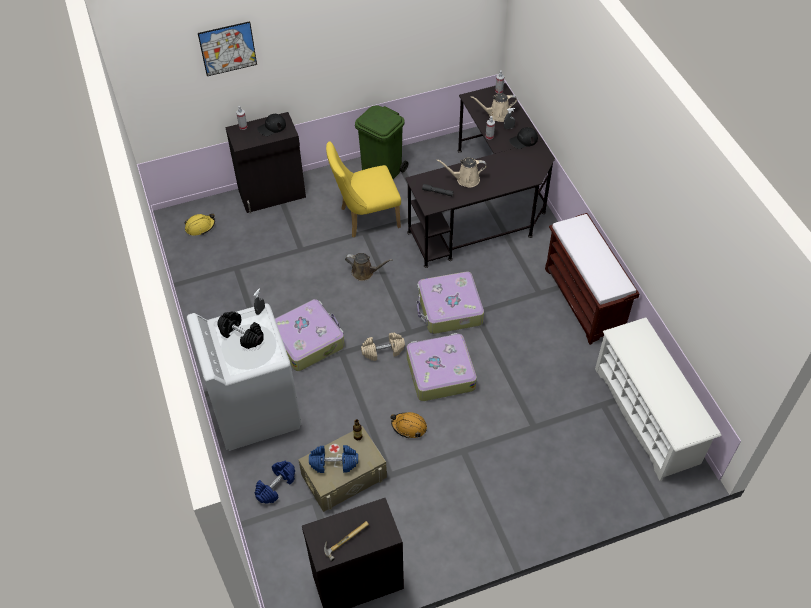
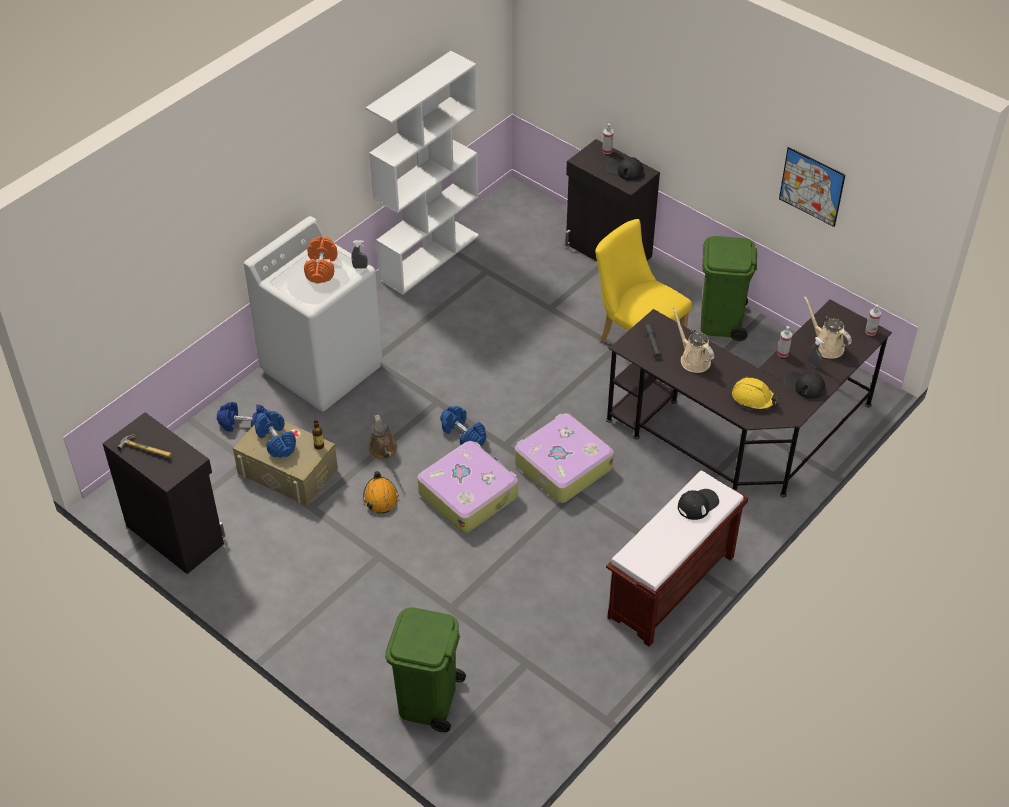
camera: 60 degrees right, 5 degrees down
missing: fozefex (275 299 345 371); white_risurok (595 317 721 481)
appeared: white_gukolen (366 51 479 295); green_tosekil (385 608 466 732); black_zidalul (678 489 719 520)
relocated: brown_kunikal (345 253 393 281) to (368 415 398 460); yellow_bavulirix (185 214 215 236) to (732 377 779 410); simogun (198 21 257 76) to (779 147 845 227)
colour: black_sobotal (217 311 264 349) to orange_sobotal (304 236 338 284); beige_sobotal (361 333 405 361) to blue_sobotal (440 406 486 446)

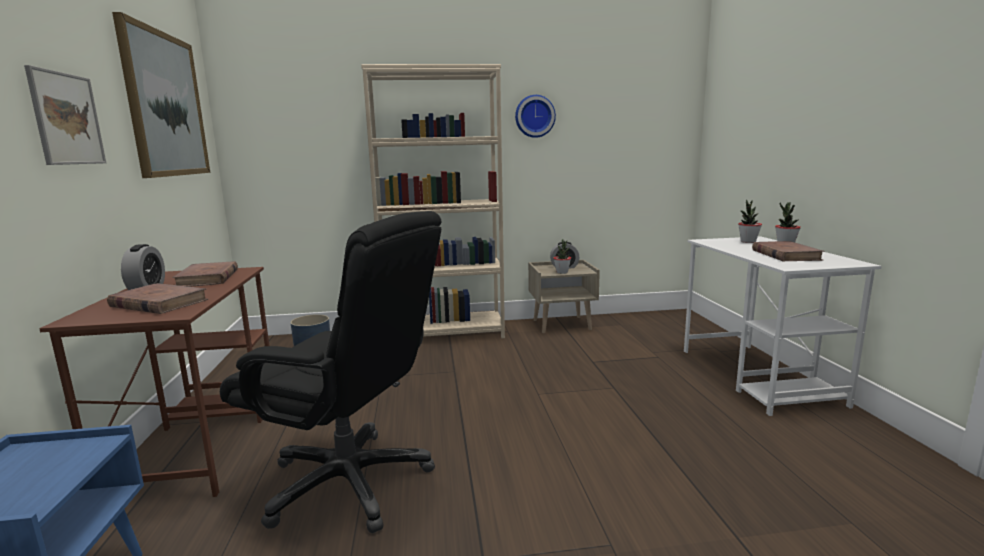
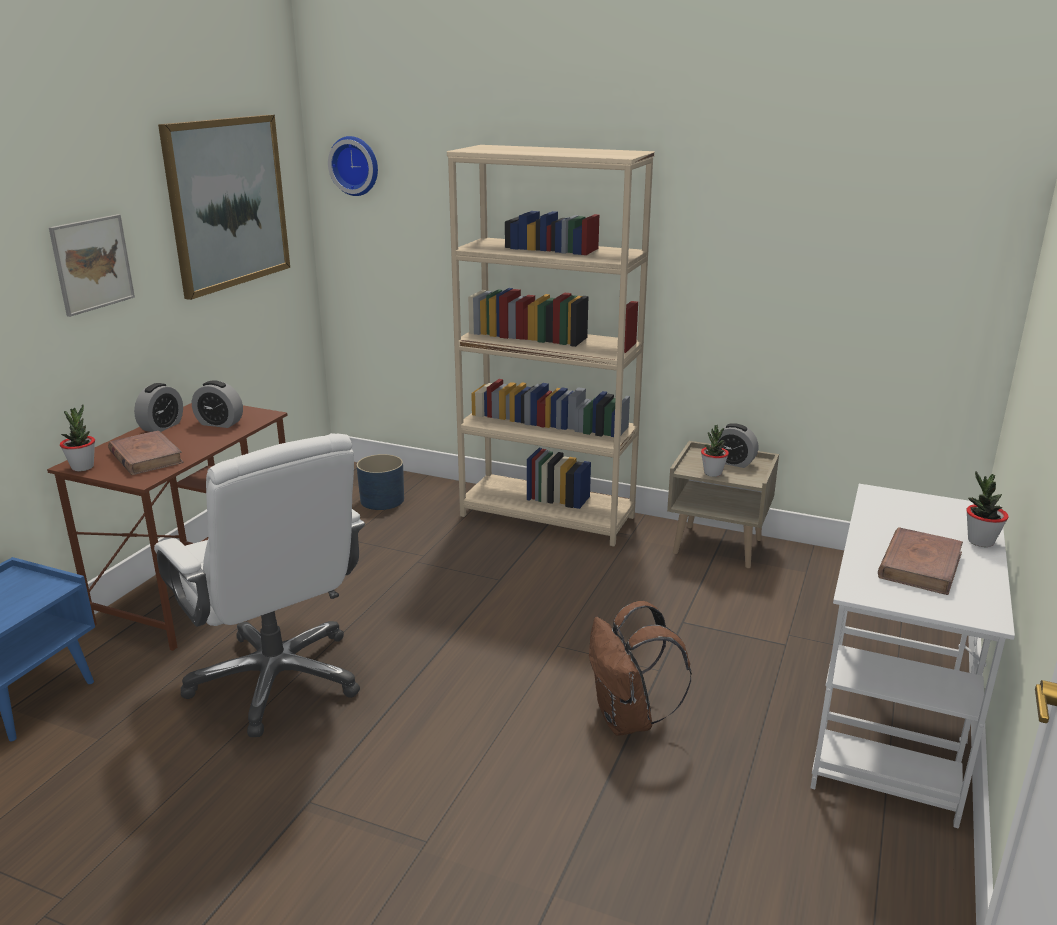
camera: 30 degrees right, 10 degrees up
appeared: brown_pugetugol (589 601 692 736)
relocated: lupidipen (738 200 762 243) to (60 404 95 471); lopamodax (515 95 556 138) to (328 136 378 196)
exchanged: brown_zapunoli (172 261 238 287) to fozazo (192 380 243 428)
colour: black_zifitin (220 211 442 533) to white_zifitin (154 434 365 737)

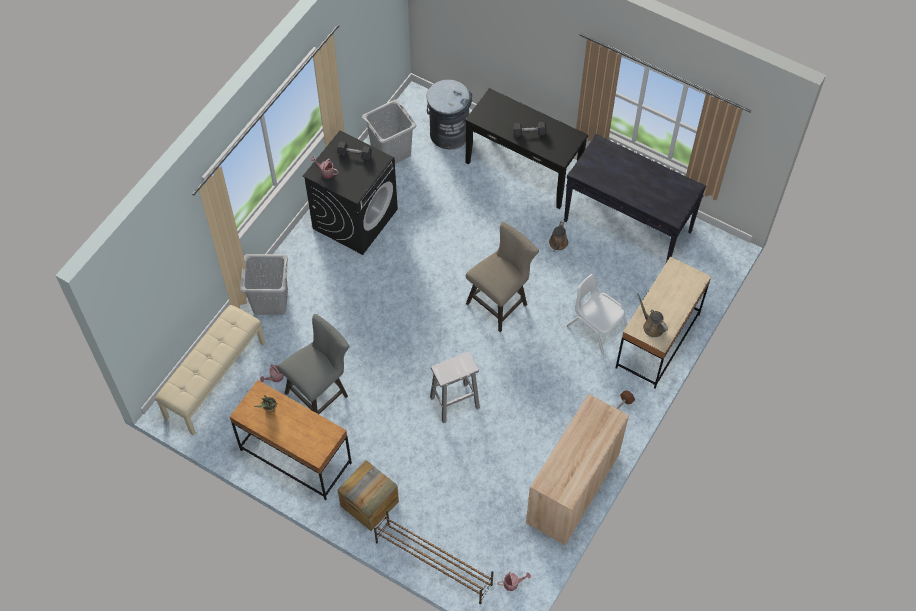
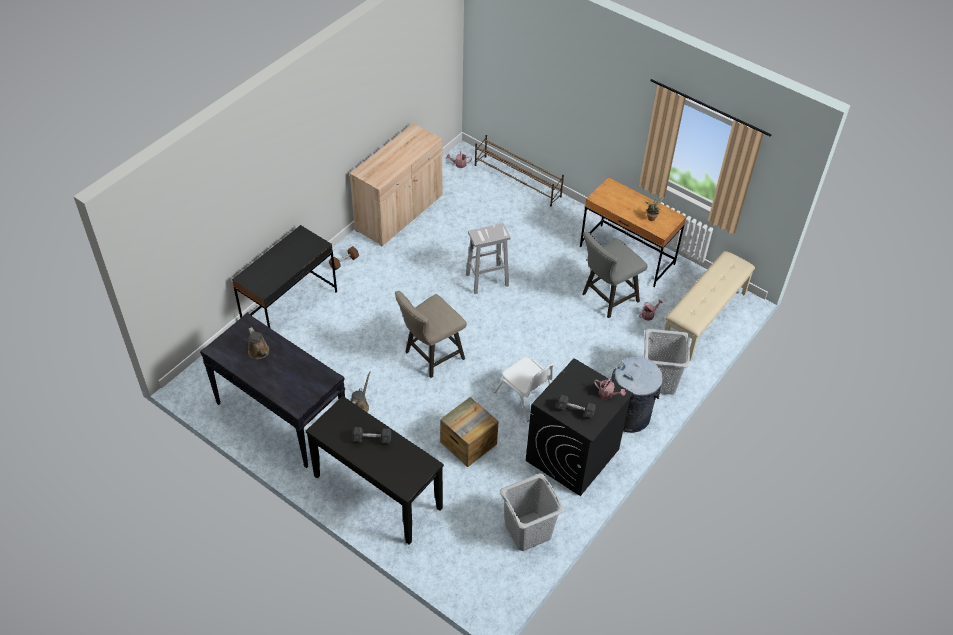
camera: 175 degrees left, 10 degrees down
relocated: brown_kunikal (637 293 668 337) to (248 327 269 359); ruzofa (337 460 399 531) to (440 397 499 467); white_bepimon (567 274 628 355) to (494 357 553 421); grey_tosekil (426 79 473 149) to (611 357 663 433)
colour: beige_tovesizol (616 256 711 389) to black_tovesizol (232 225 337 328)

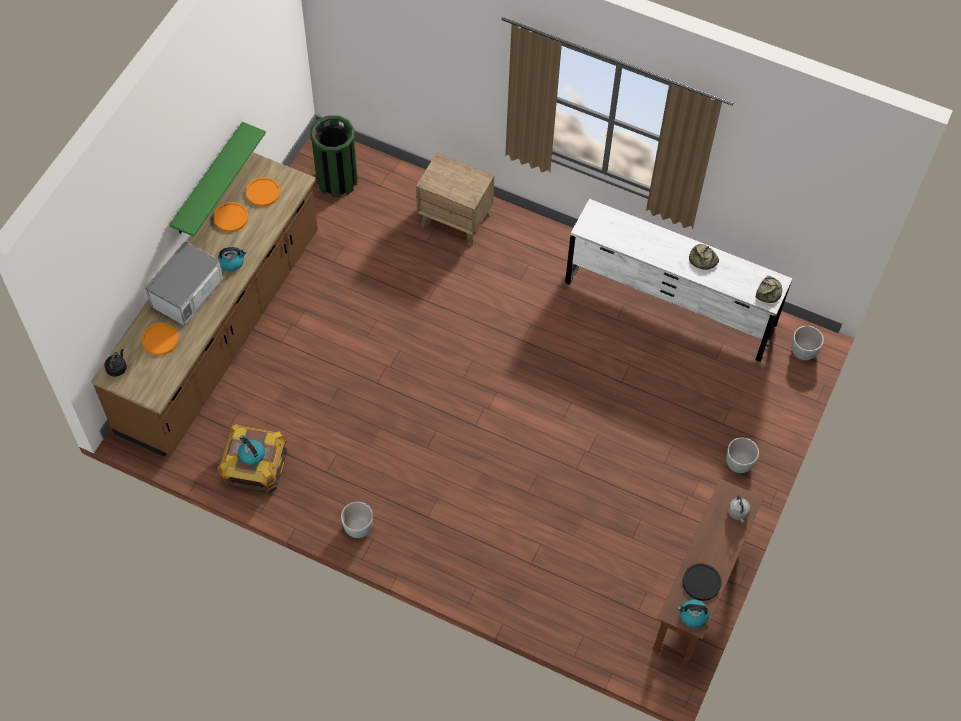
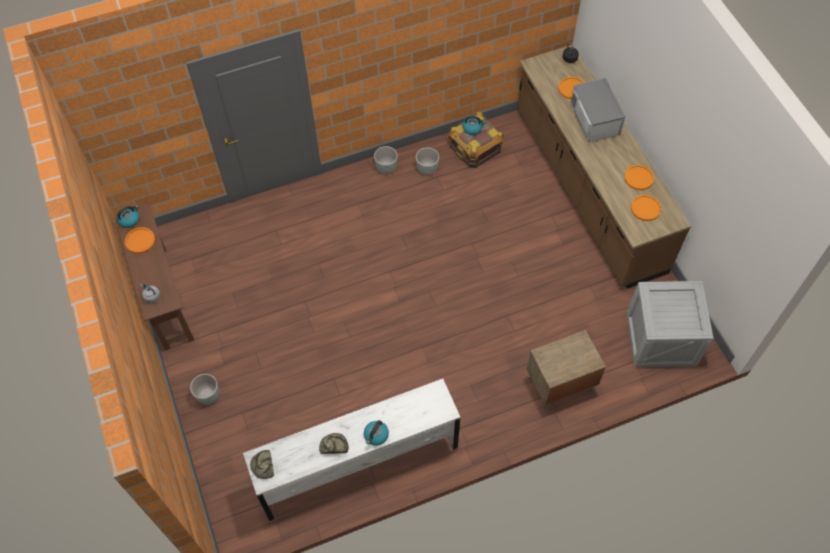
camera: 135 degrees right, 0 degrees up
missing: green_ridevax (169 122 266 237)
relocated: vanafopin (218 247 247 271) to (364 420 389 445); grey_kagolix (792 326 824 360) to (416 147 439 175)
exchanged: green_tosekil (310 115 358 197) to ruzofa (627 281 714 367)
colour: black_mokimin (683 563 721 601) to orange_mokimin (125 227 155 254)

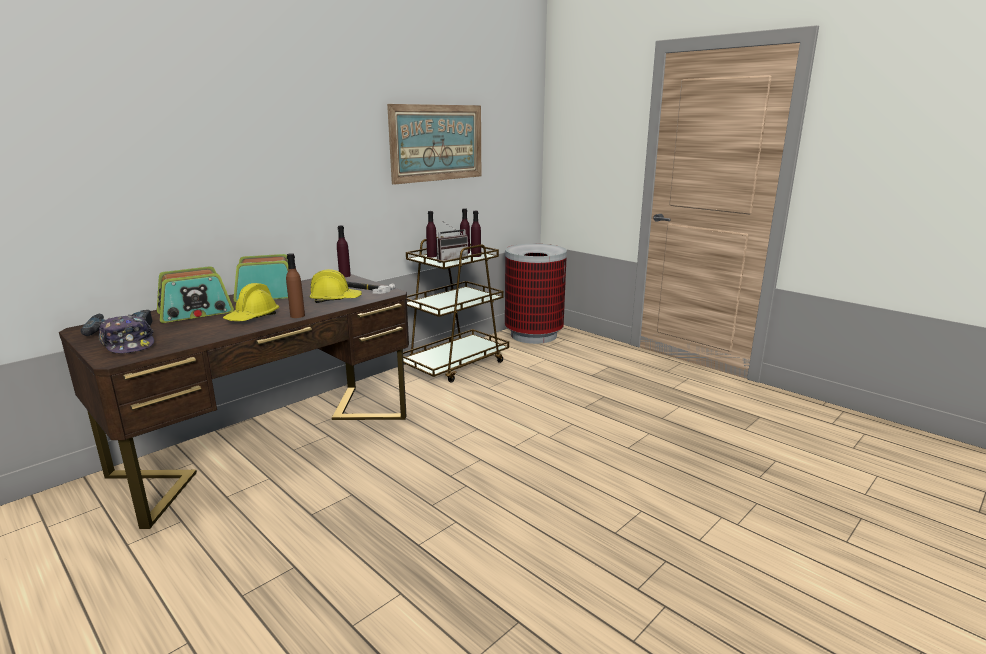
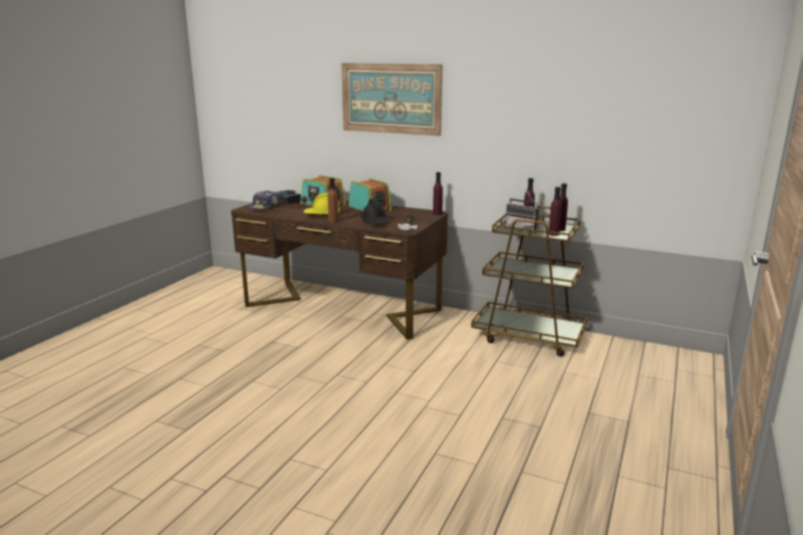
camera: 70 degrees right, 0 degrees up
missing: tosekil (505 244 567 344)
relocated: simogun (387 104 481 185) to (341 63 443 136)
colour: yellow_bavulirix (309 269 362 303) to black_bavulirix (361 198 389 224)

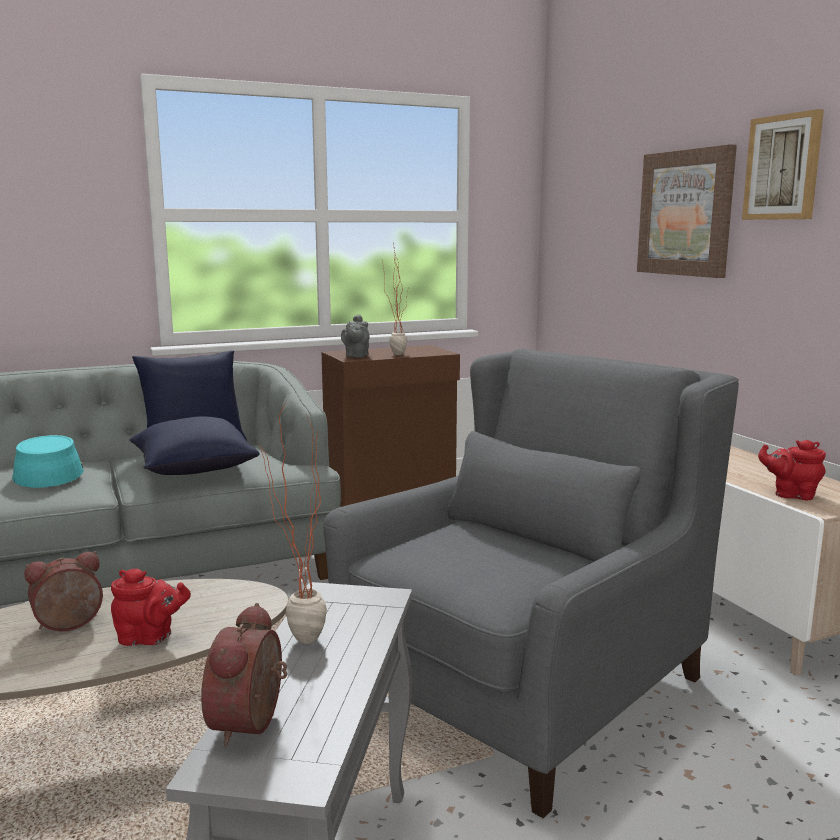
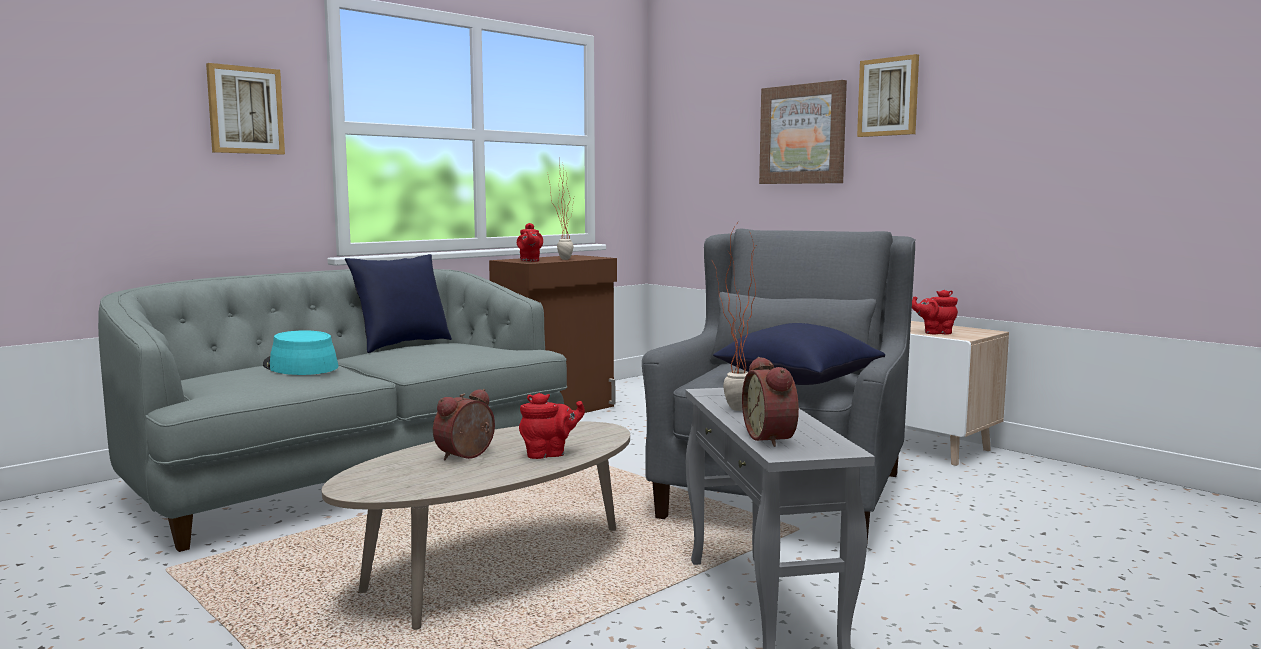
camera: 20 degrees left, 5 degrees down
appeared: simogun (206 63 285 155)
relocated: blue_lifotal (129 416 260 475) to (713 323 885 385)
colour: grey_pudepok (341 315 370 358) to red_pudepok (517 223 543 261)

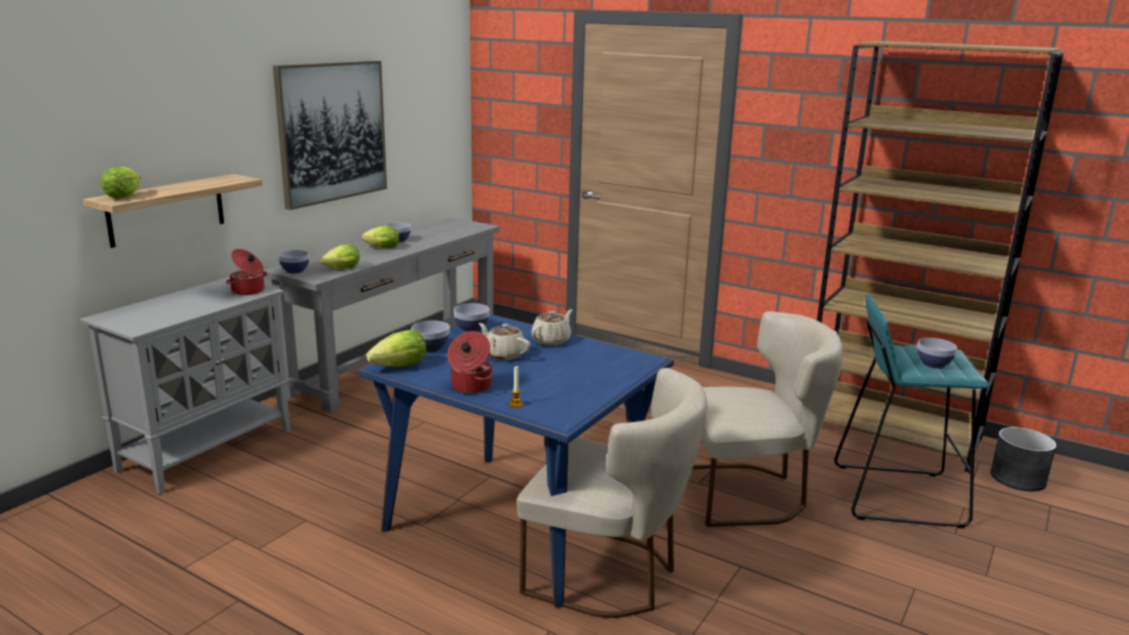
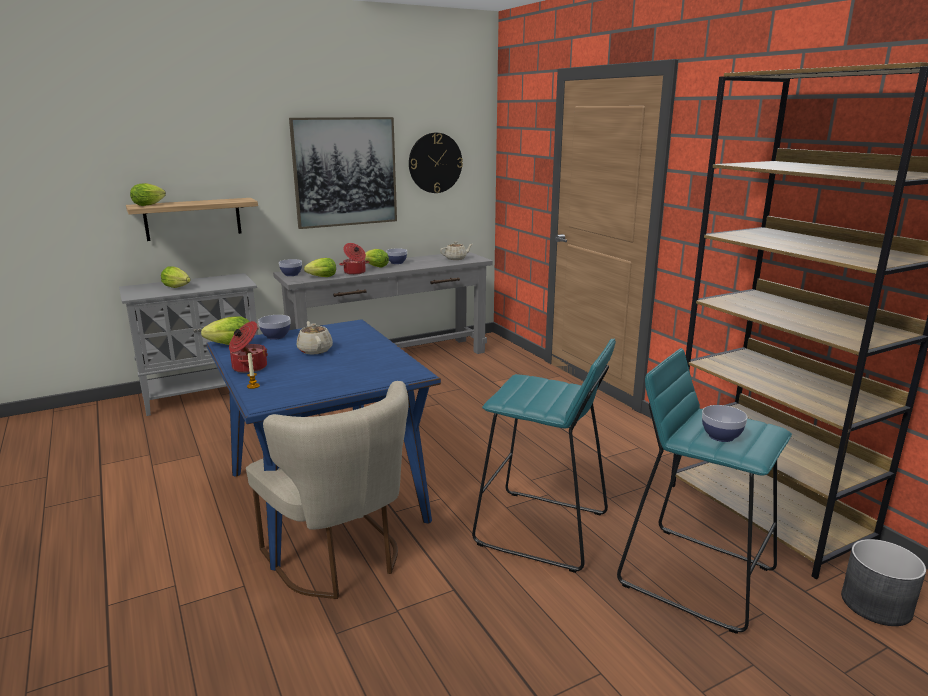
camera: 30 degrees right, 0 degrees up
missing: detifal (454 303 490 332)
appeared: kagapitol (161 266 190 288); lopamodax (409 133 463 193)
relocated: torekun (226 249 268 295) to (339 243 369 275); beige_pudepok (531 309 572 346) to (440 242 473 260)
exchanged: beige_bepimon (693 311 843 527) to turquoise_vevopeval (472 339 616 573)

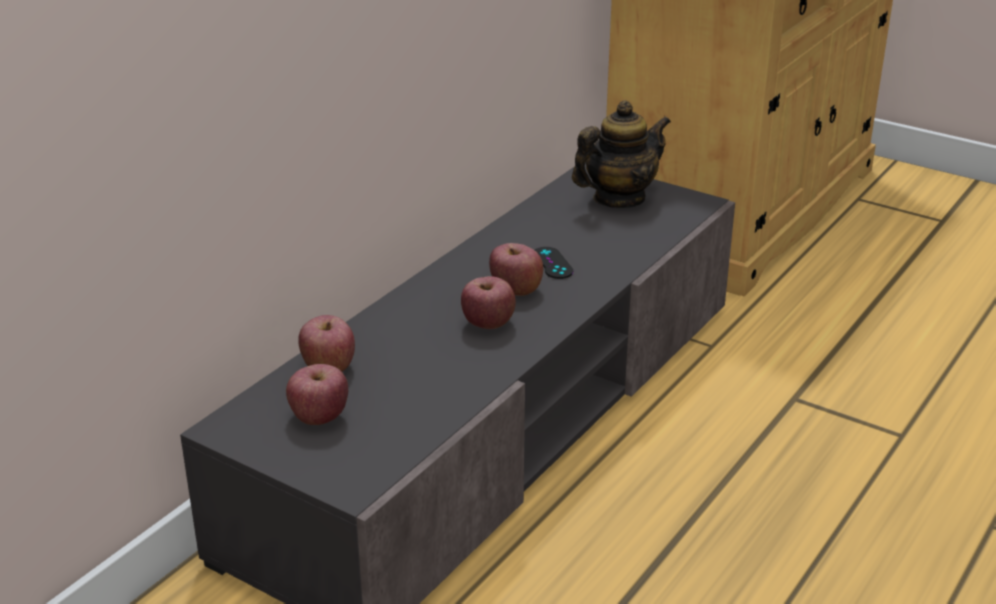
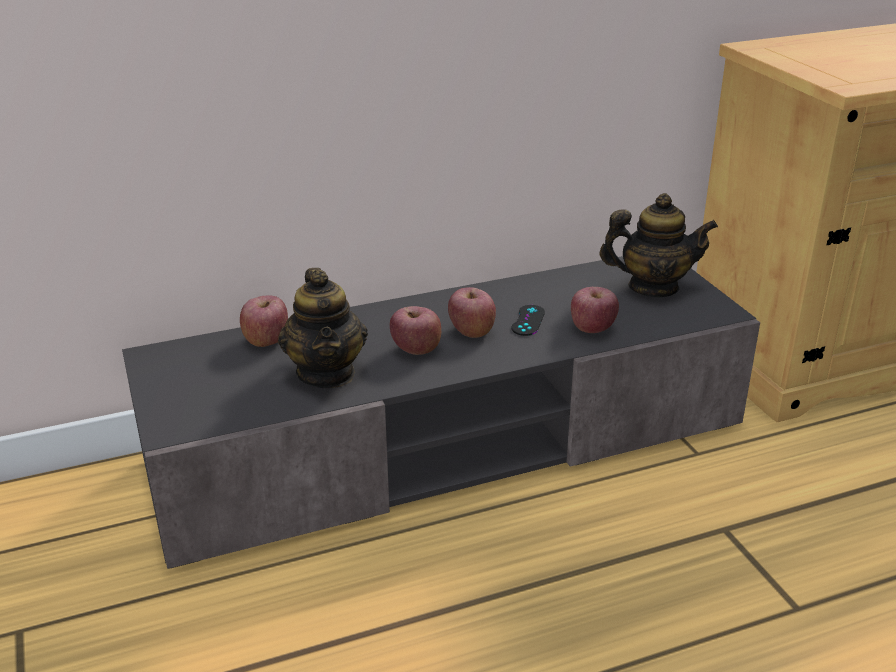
camera: 35 degrees right, 0 degrees up
appeared: pudepok (278 268 368 388)
relocated: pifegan (286 364 348 425) to (571 287 619 333)

